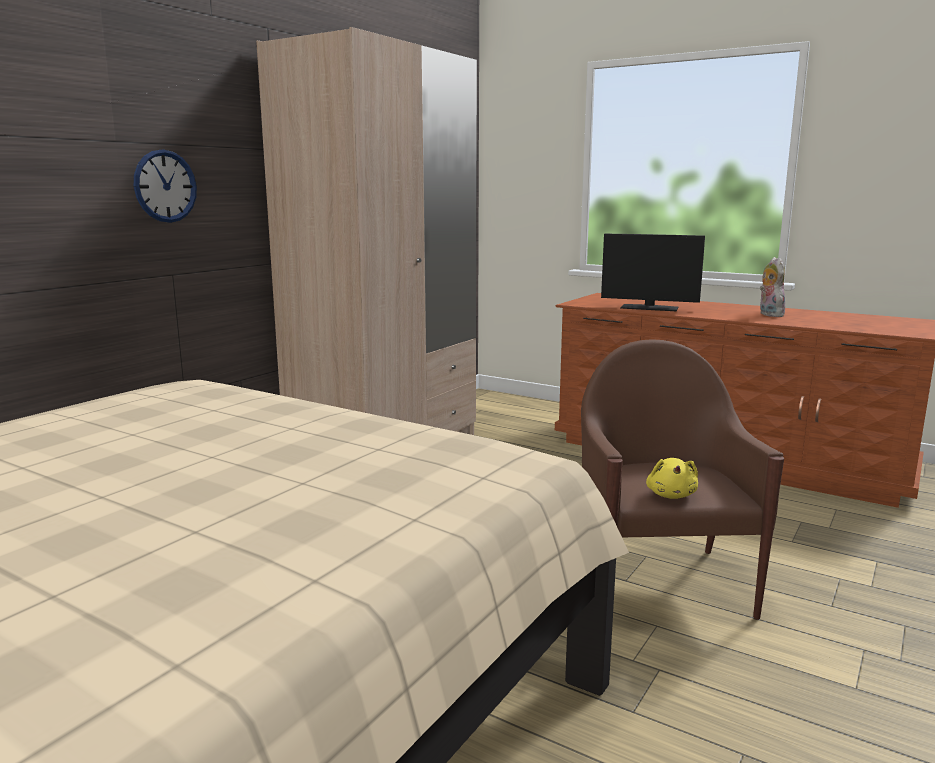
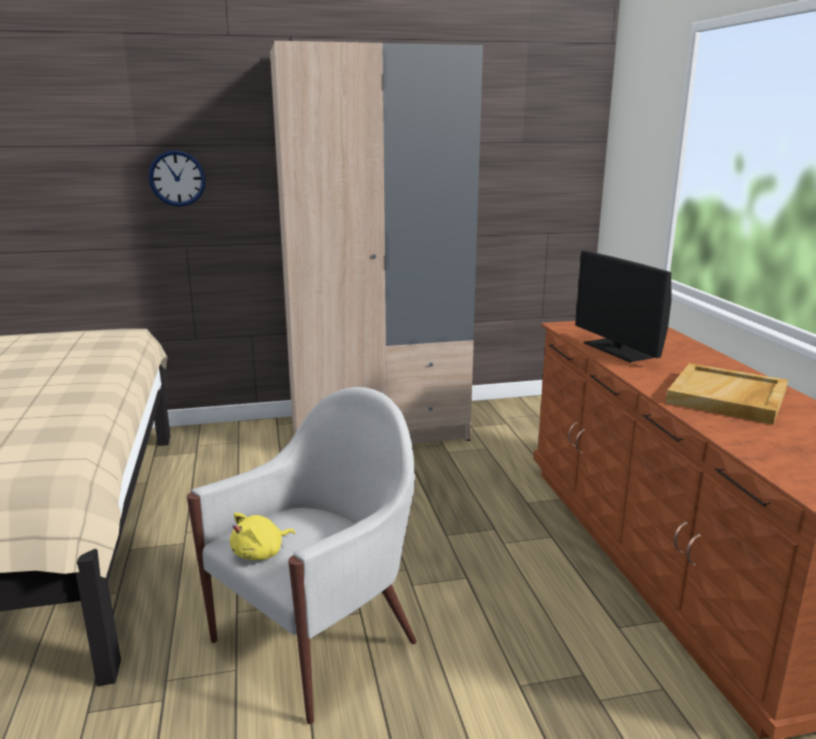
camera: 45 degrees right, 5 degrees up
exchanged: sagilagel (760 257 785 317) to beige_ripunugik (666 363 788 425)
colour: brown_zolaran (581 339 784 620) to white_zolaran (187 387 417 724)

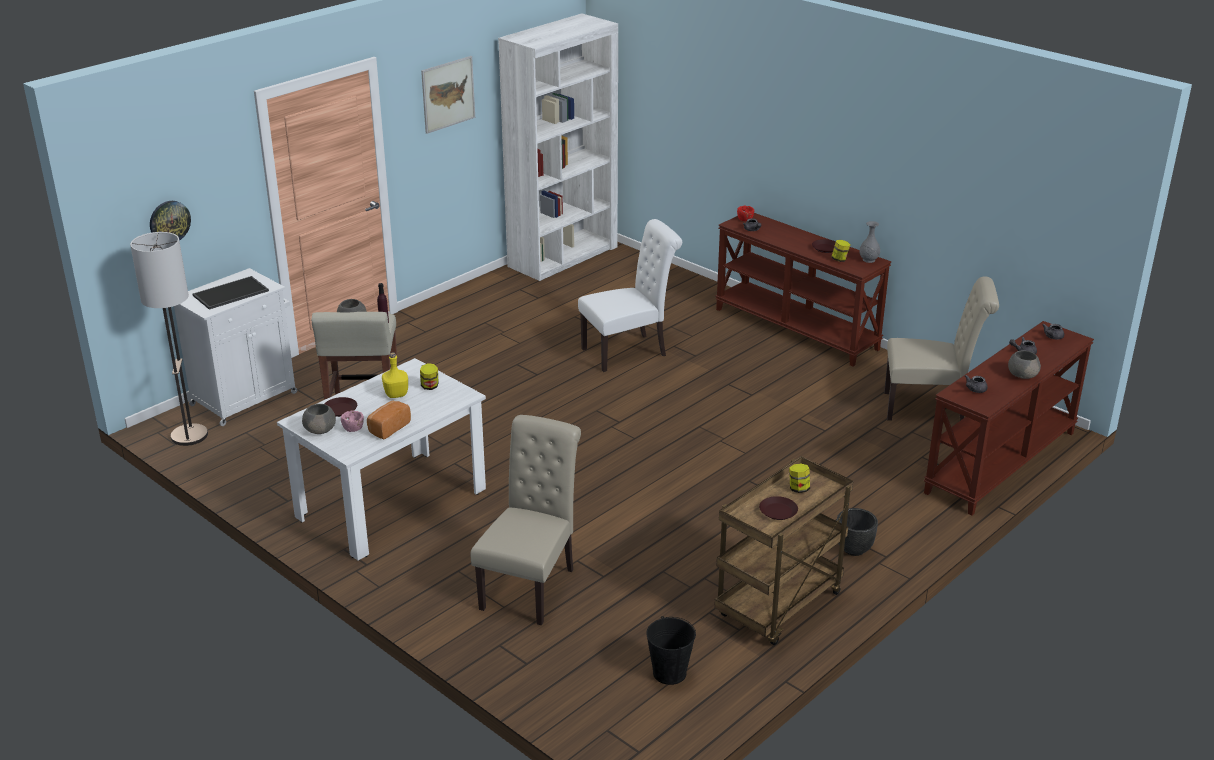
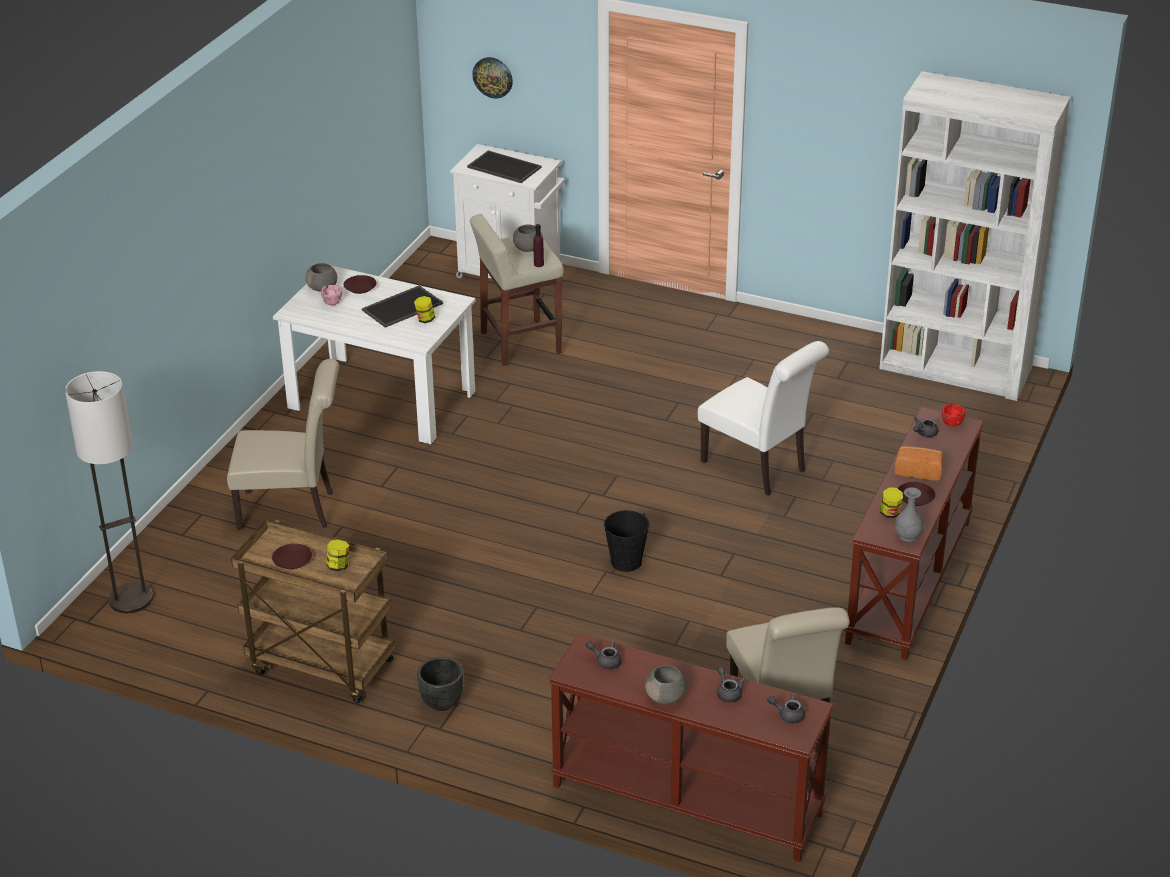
camera: 70 degrees right, 5 degrees up
missing: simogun (421 56 475 134)
relocated: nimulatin (130 232 208 446) to (65 371 153 613); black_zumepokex (646 616 696 685) to (604 510 650 572); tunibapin (367 400 411 439) to (895 446 943 481)
exchanged: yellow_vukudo (382 352 408 398) to ripunugik (362 285 443 328)

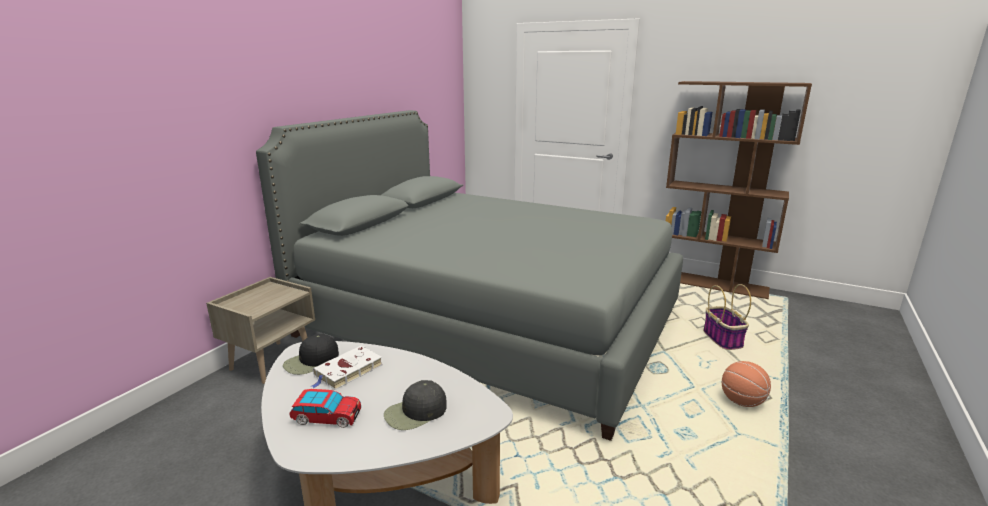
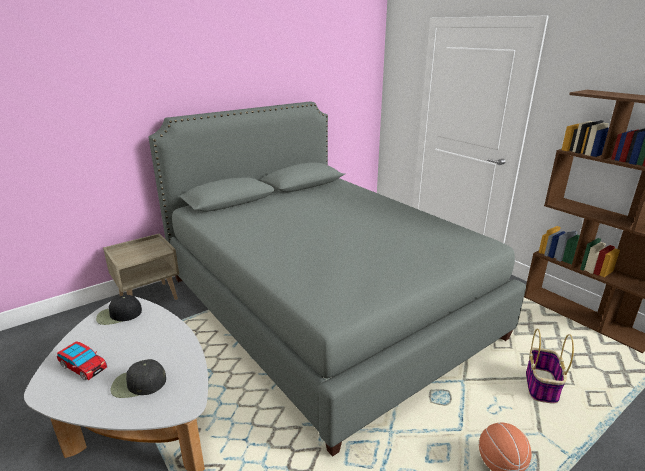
camera: 25 degrees right, 5 degrees up
missing: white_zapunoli (311 346 383 390)

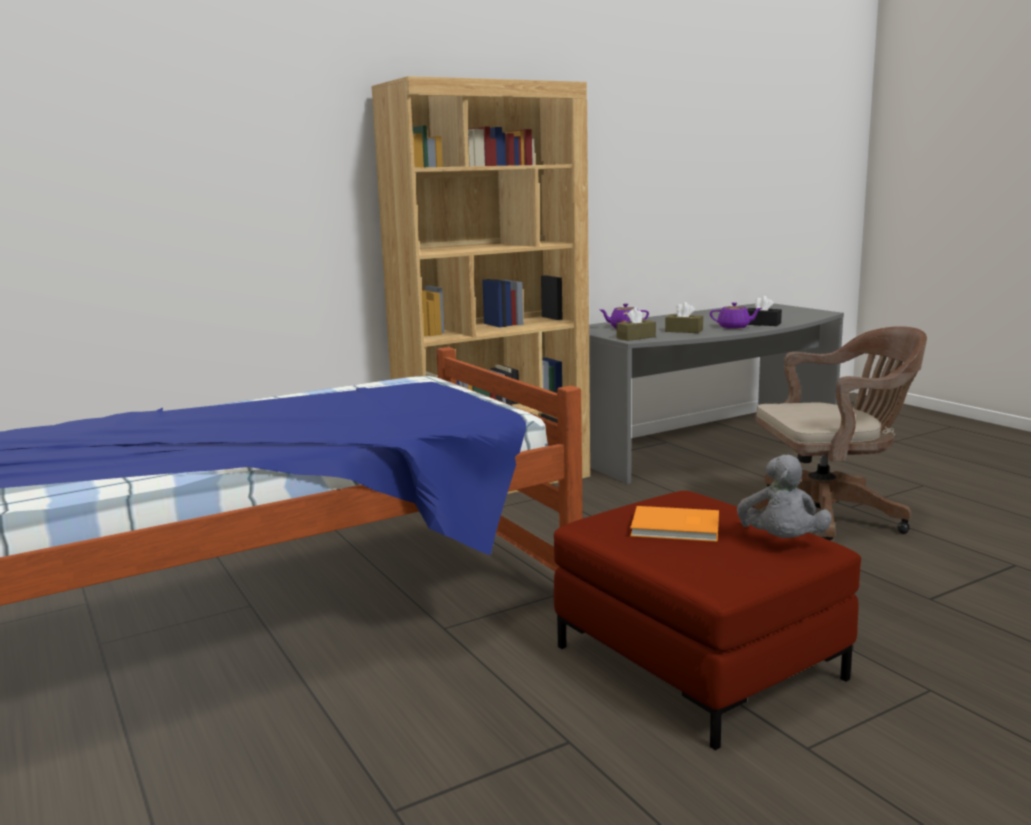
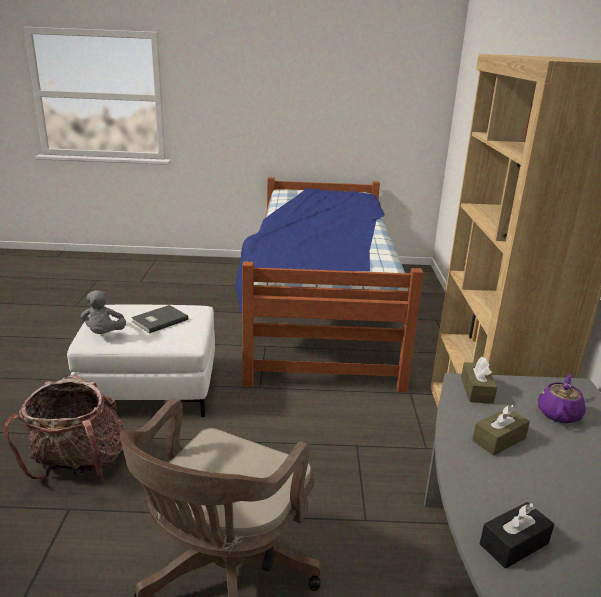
camera: 120 degrees right, 10 degrees up
missing: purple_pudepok (710 302 762 329)
appeared: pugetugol (4 374 124 481)
colour: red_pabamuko (554 491 861 750) to white_pabamuko (67 305 215 417); orange_zapunoli (630 506 719 542) to grey_zapunoli (131 305 188 334)
spun: grey_sagilagel (737 455 832 538) = (81 290 126 334) 135 degrees counterclockwise

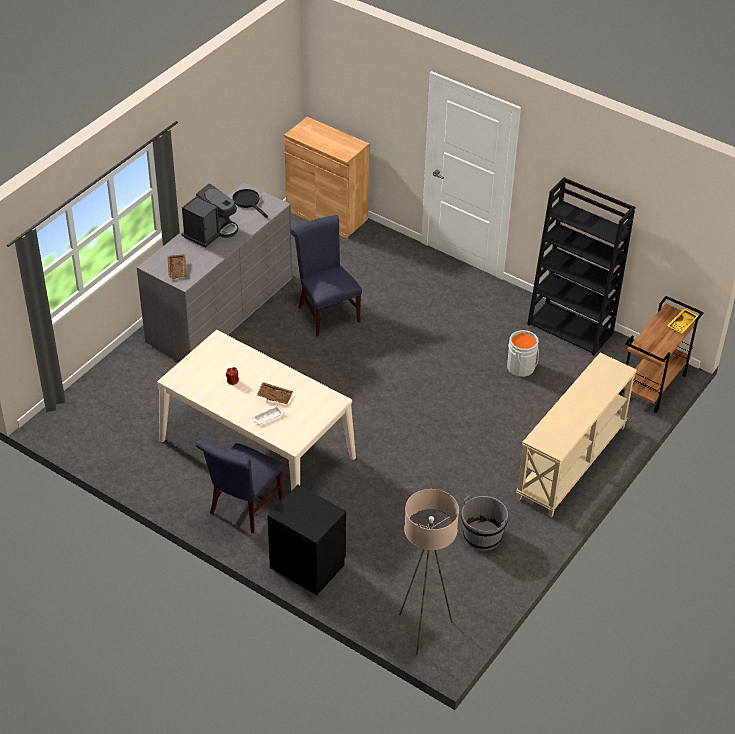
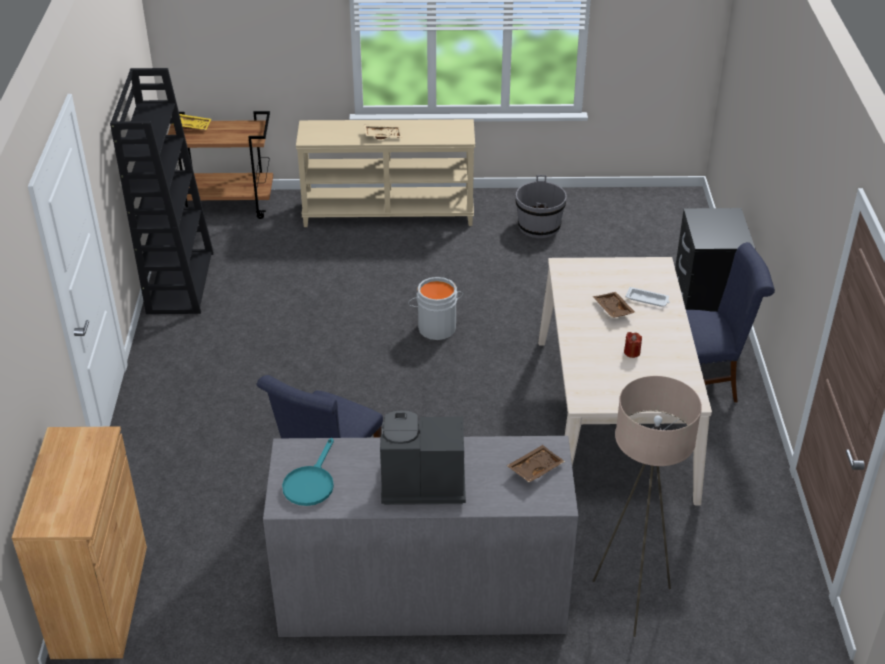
camera: 125 degrees left, 5 degrees down
appeared: beige_ripunugik (364 124 402 139)
relocated: grey_zumepokex (507 330 539 377) to (408 277 463 340); beige_nimulatin (399 489 459 655) to (593 376 702 637)
colour: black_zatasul (232 189 268 218) to turquoise_zatasul (282 438 334 506)

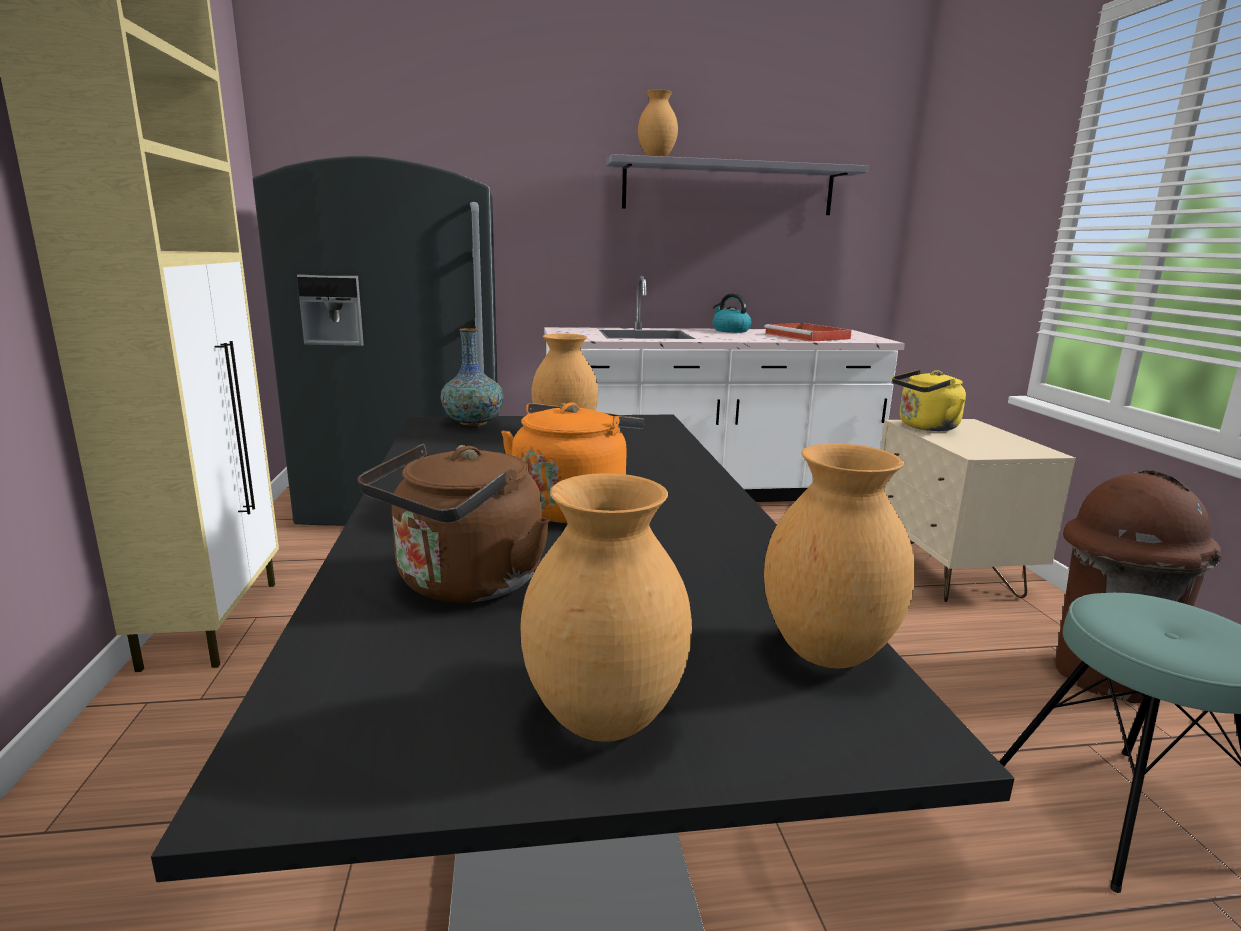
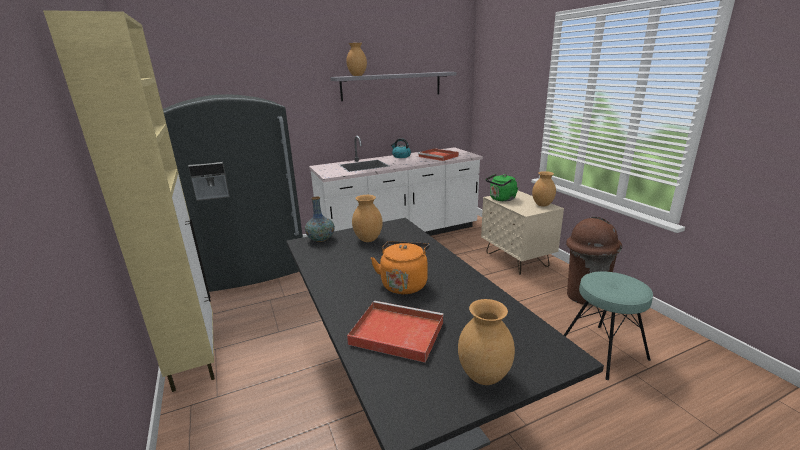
camera: 15 degrees left, 5 degrees up
relocated: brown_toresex (764 443 915 669) to (532 171 556 206)
exchanged: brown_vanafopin (358 444 550 603) to red_ripunugik (347 301 444 363)
colour: yellow_vanafopin (892 370 966 431) to green_vanafopin (486 174 518 201)

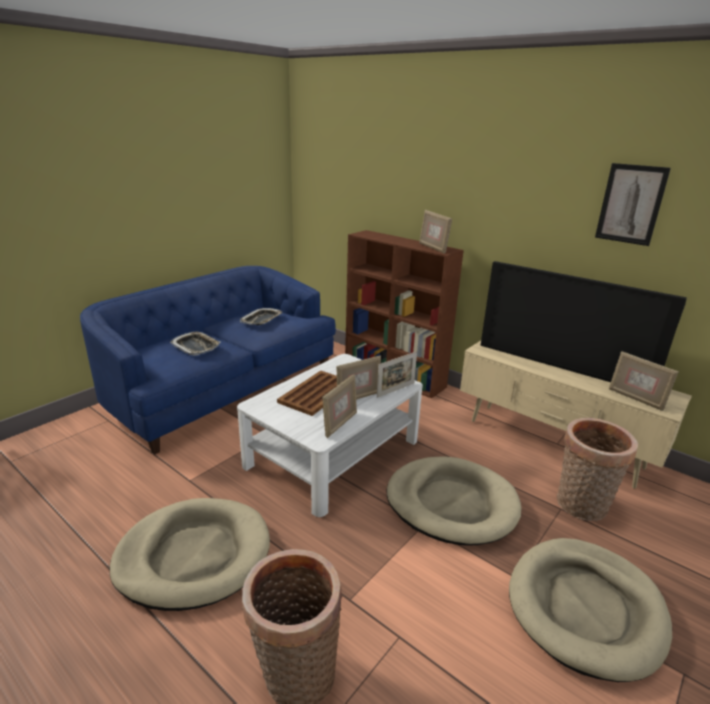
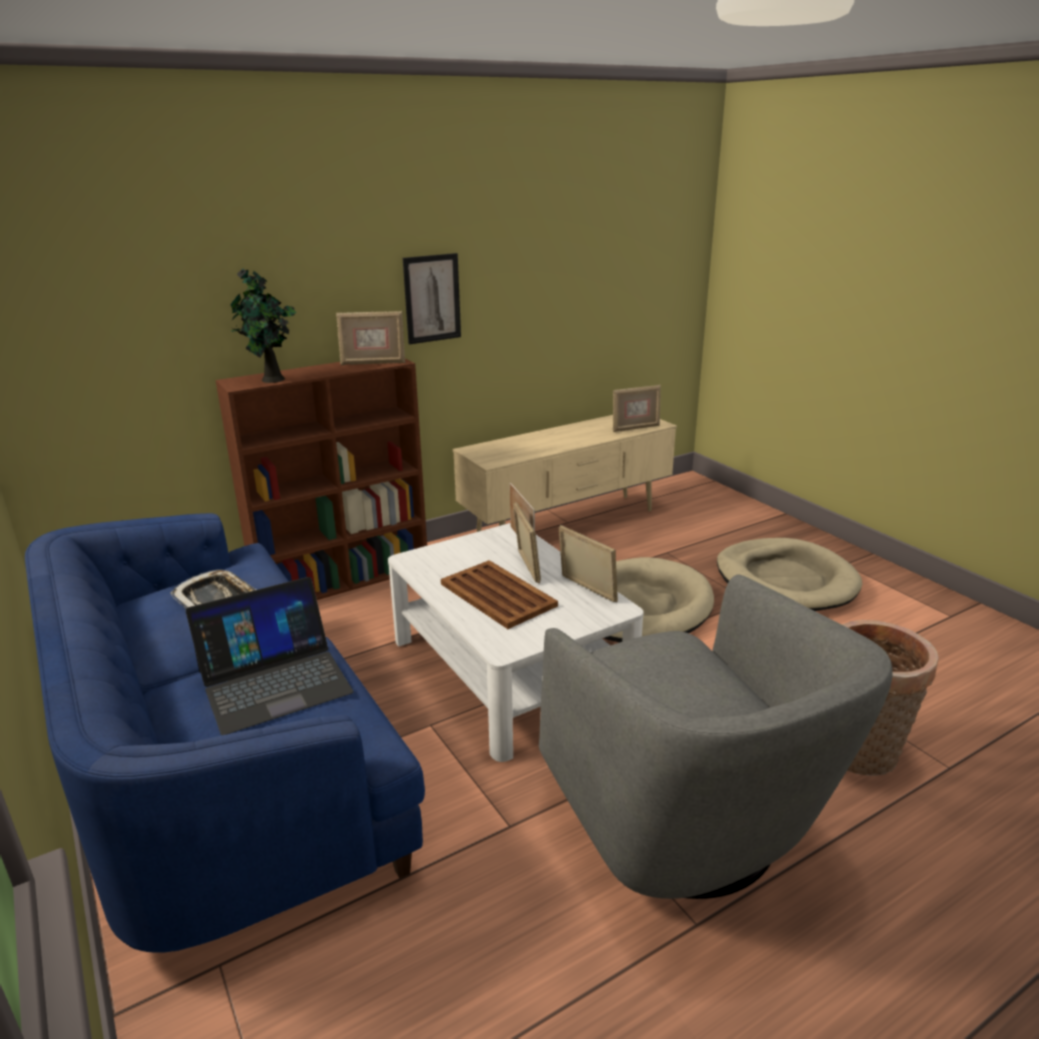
camera: 70 degrees left, 0 degrees up
missing: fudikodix (480 261 687 382); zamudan (557 418 638 521)
appeared: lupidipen (230 268 296 383)
relocated: simogun (595 163 671 246) to (403 253 461 344)
exchanged: ripunugik (170 332 221 355) to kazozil (185 577 354 735); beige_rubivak (110 498 270 611) to grey_zolaran (539 574 893 899)

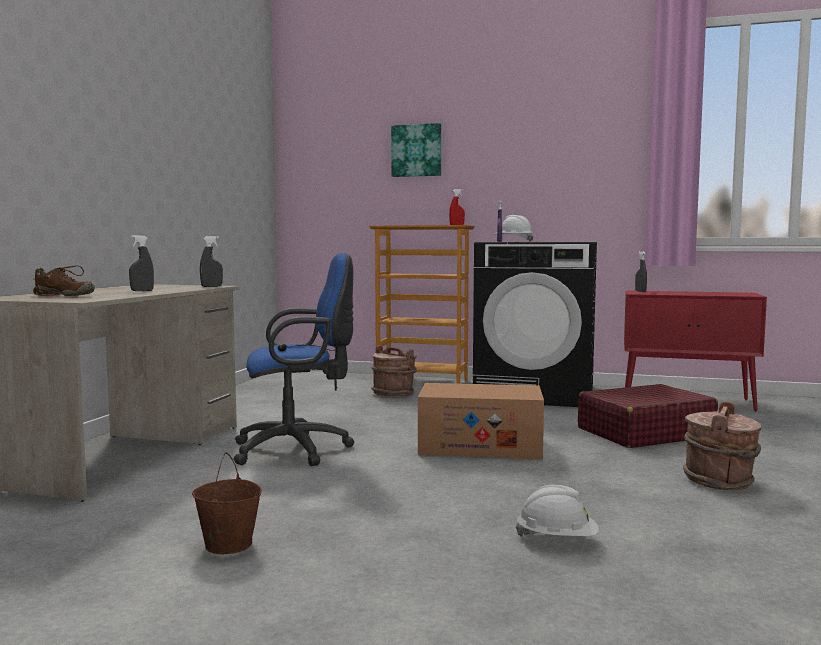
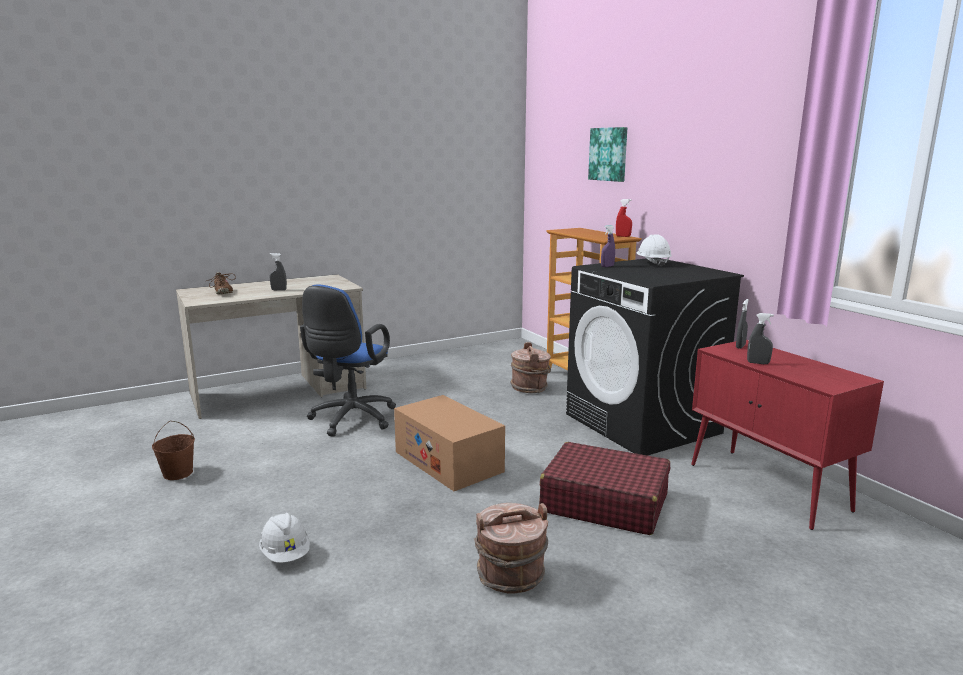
camera: 45 degrees right, 10 degrees up
relocated: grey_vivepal (200 236 223 287) to (747 313 774 364)
spun: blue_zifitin (233 253 354 466) = (300 284 396 437) 75 degrees clockwise

